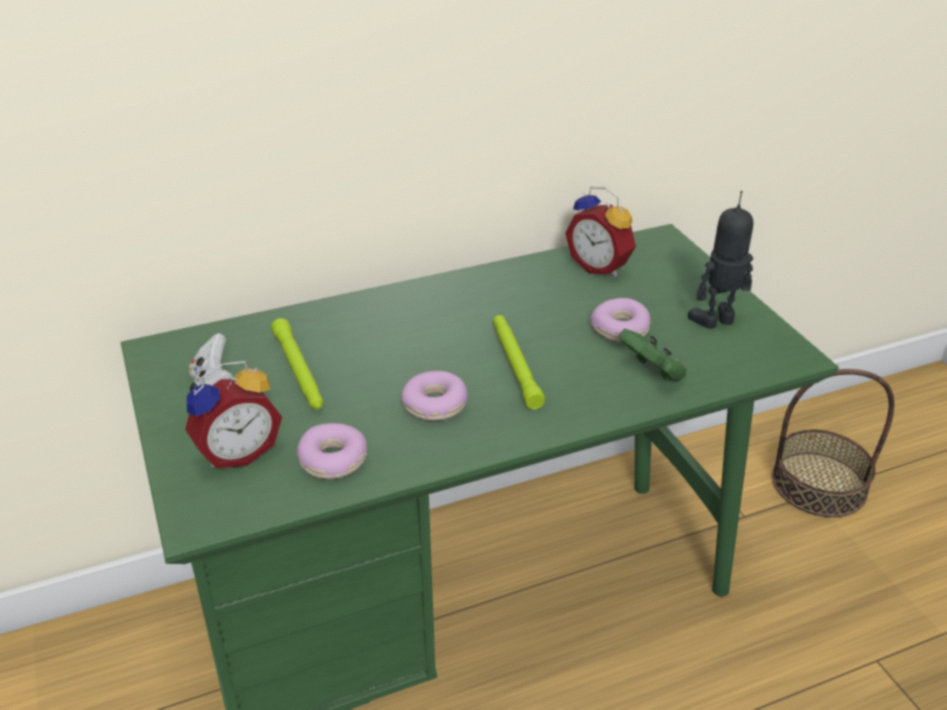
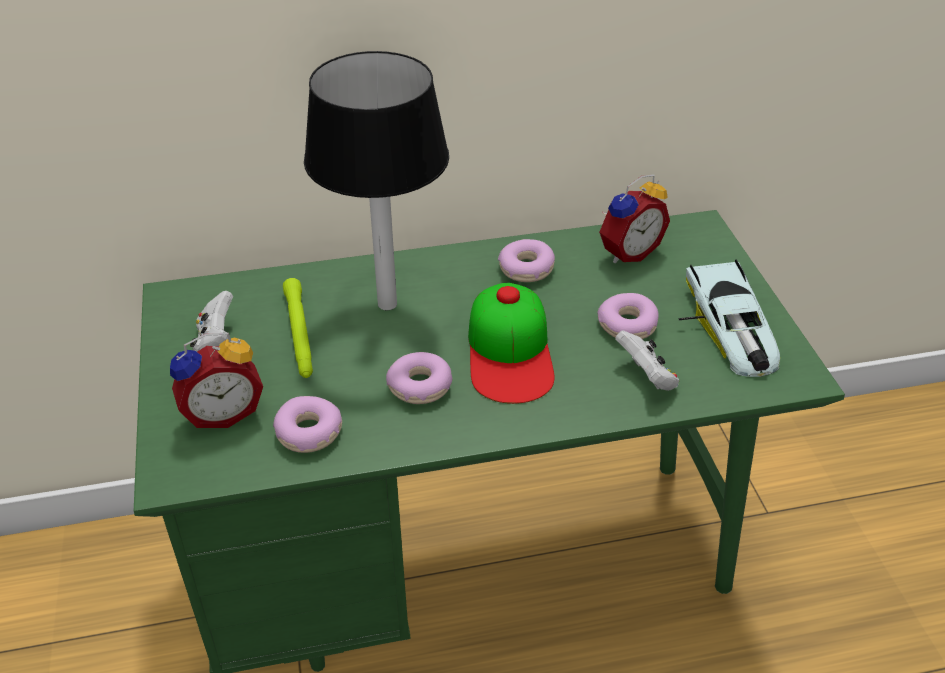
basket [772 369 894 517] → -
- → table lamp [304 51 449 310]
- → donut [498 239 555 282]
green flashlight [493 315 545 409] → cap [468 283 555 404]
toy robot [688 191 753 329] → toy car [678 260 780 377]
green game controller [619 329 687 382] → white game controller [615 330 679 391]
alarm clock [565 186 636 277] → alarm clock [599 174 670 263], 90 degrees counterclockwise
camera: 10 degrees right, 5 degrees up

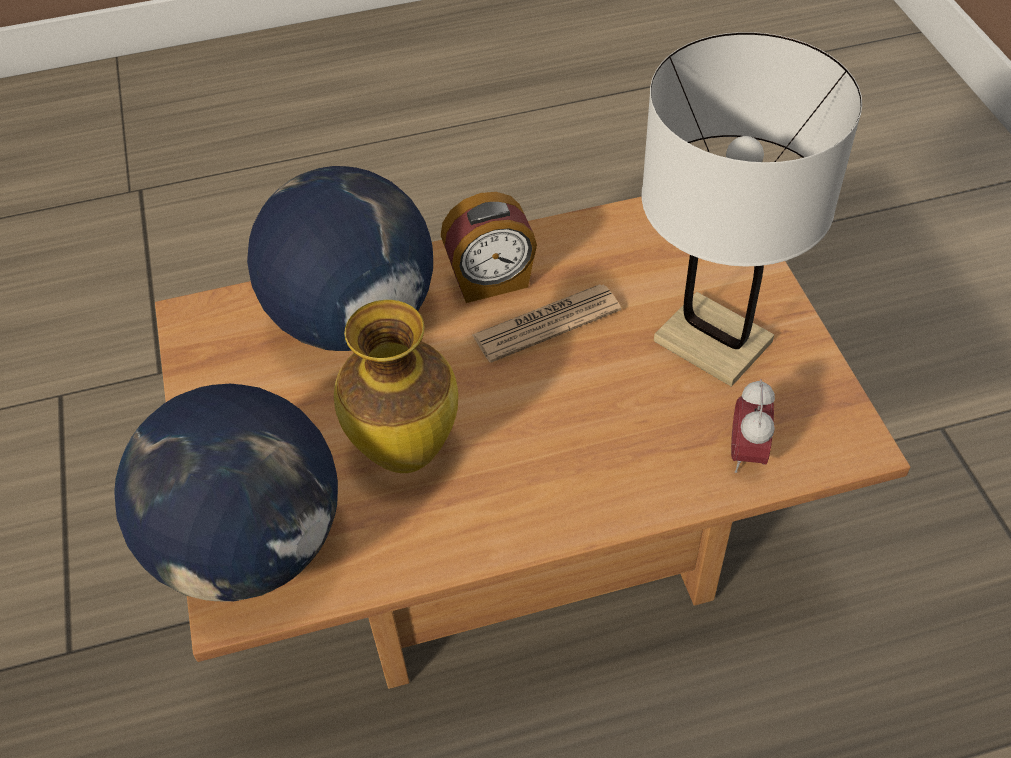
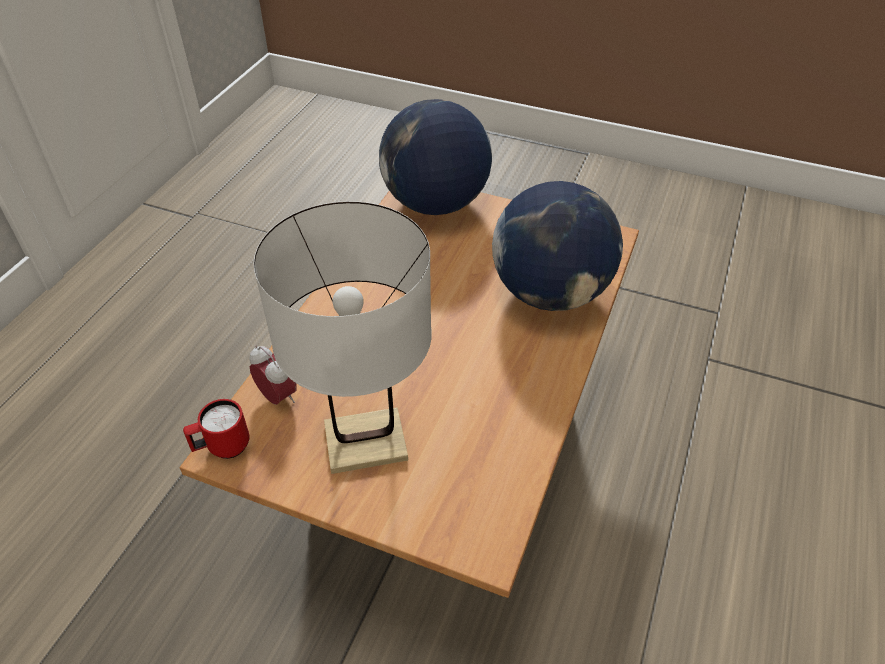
vase [334 300 458 473] → -
alarm clock [441 192 537 303] → -
newspaper [472 284 621 363] → -
- → red mug [183 399 249 459]
camera: 125 degrees right, 5 degrees down

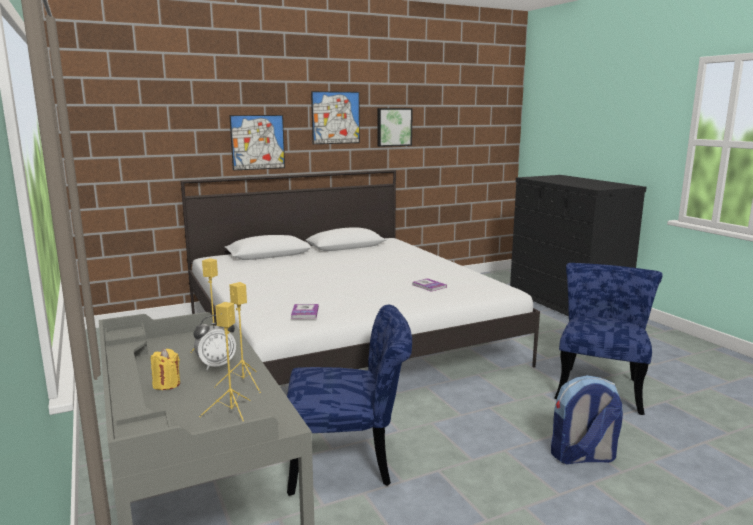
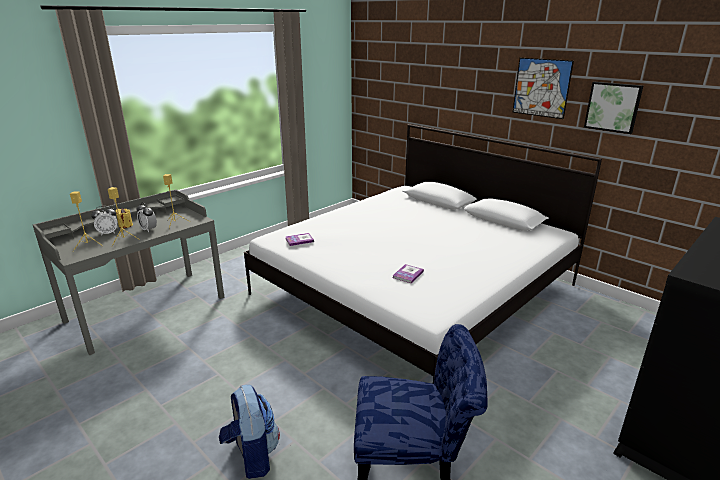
picture [229 115 285 171] → -
blue chair [287 305 412 496] → -
- → alarm clock [91 206 117 236]
camera: 70 degrees right, 10 degrees up

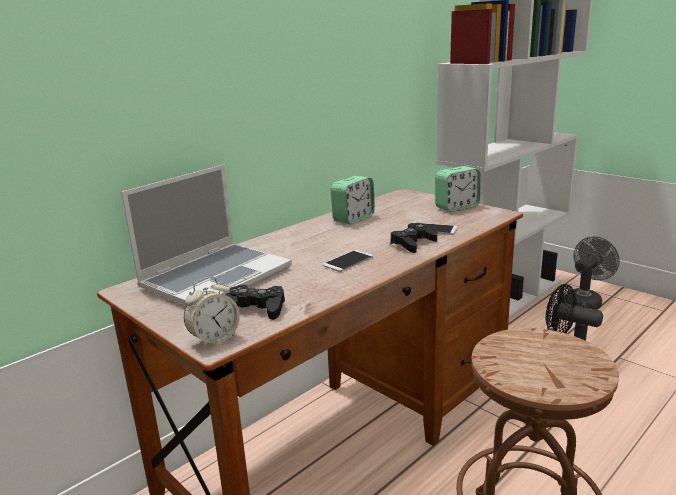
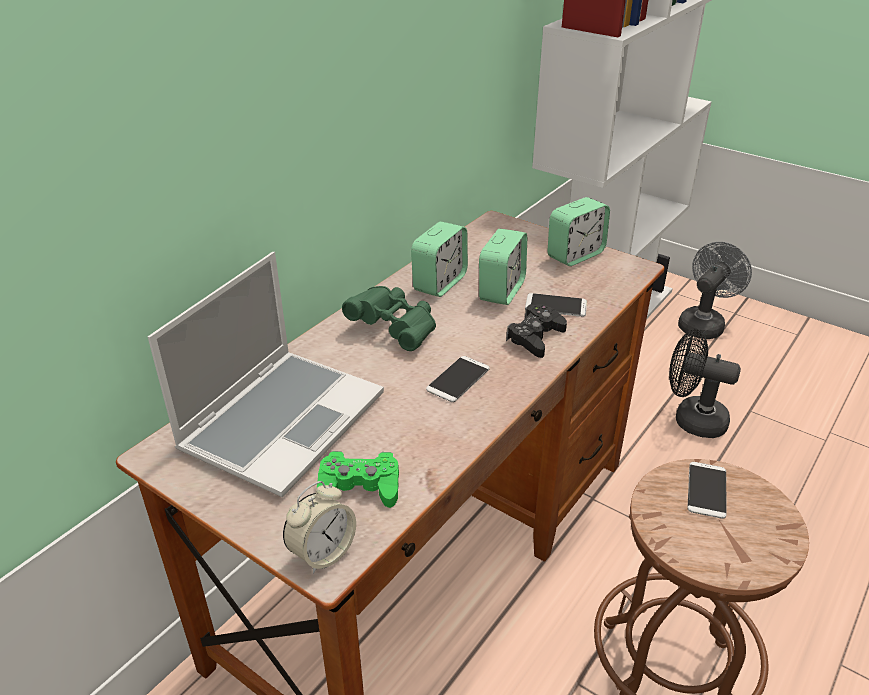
- → green binoculars [342 286 436 351]
- → alarm clock [479 229 527 305]
- → phone [687 462 726 519]
black game controller [225 284 285 320] → green game controller [317 451 399 508]
camera: 10 degrees left, 15 degrees up

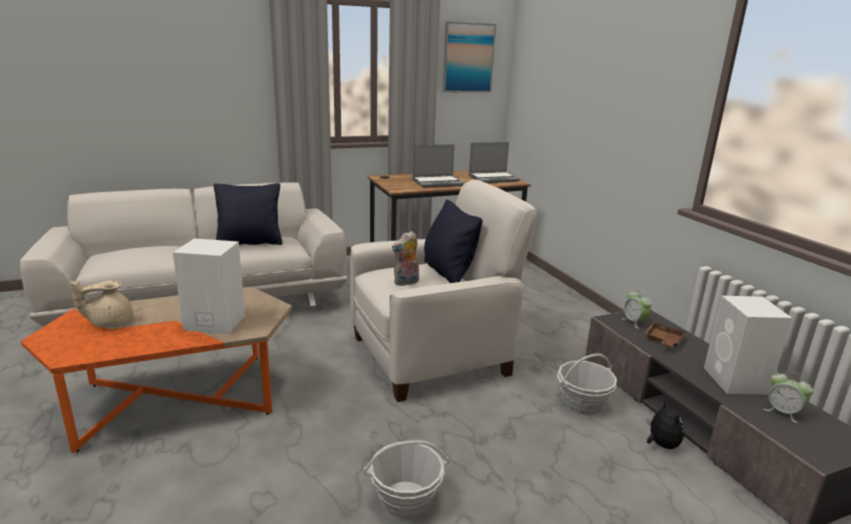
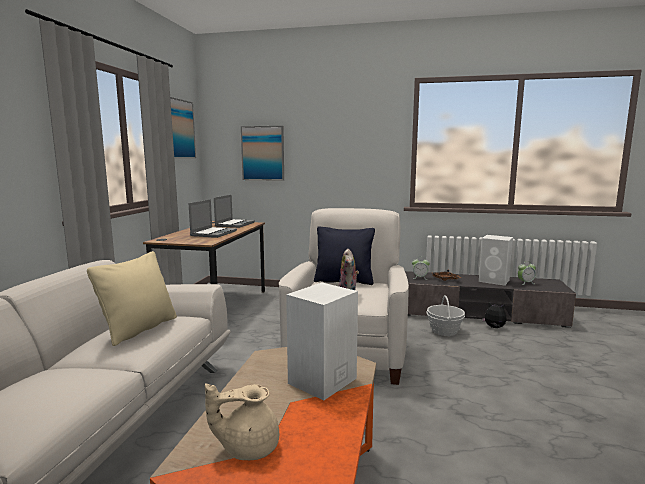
basket [364 440 449 518] → -
- → picture [241 126 284 181]
black pillow [214 183 282 245] → beige pillow [87 251 177 346]
beige teapot [70 280 133 328] → beige teapot [205 383 279 460], 75 degrees clockwise
camera: 55 degrees left, 10 degrees down

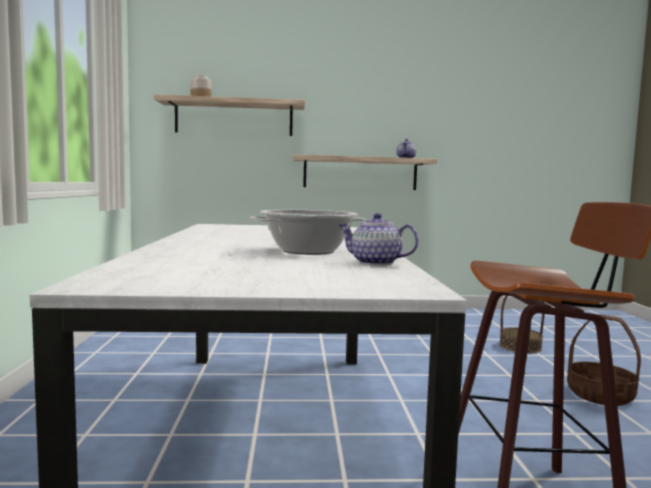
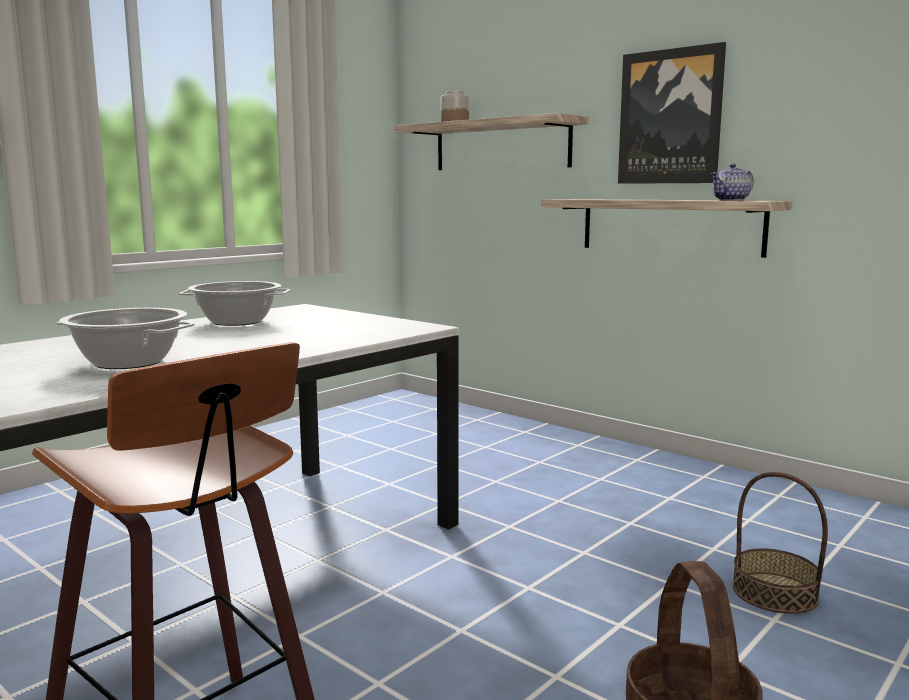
teapot [338 213 419 266] → -
- → cooking pot [179 281 290 326]
- → picture [618 42 726 184]
camera: 45 degrees right, 5 degrees up

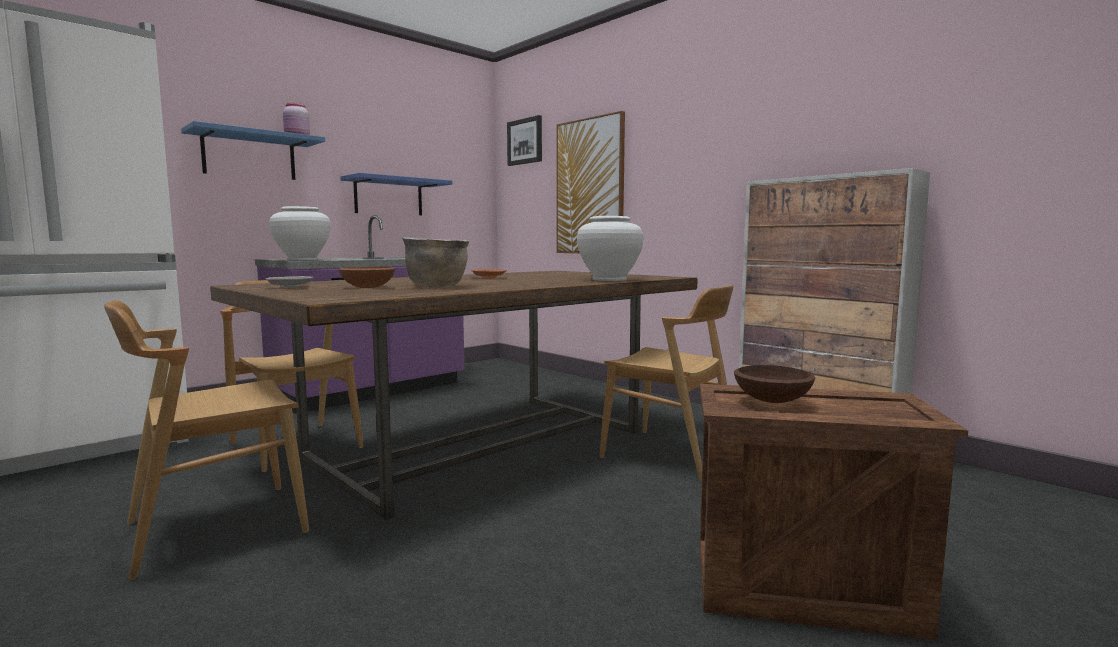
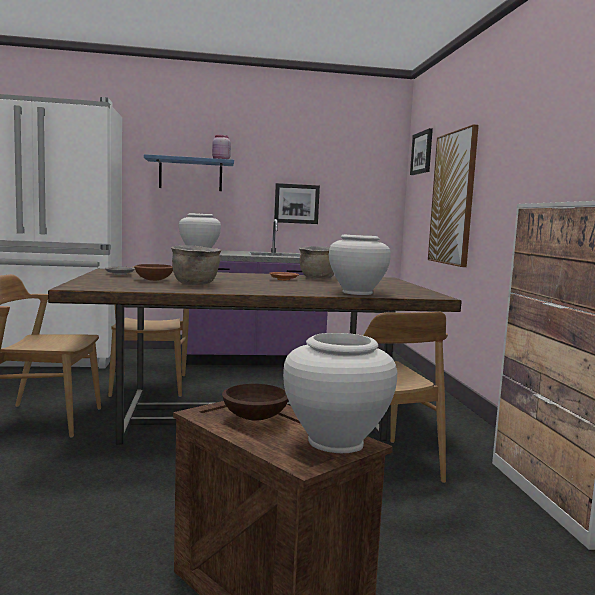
- → white vase [283 333 397 453]
- → brown cooking pot [299 246 334 279]
blue shelf [340 173 452 215] → picture [274 183 320 224]
camera: 35 degrees right, 0 degrees up

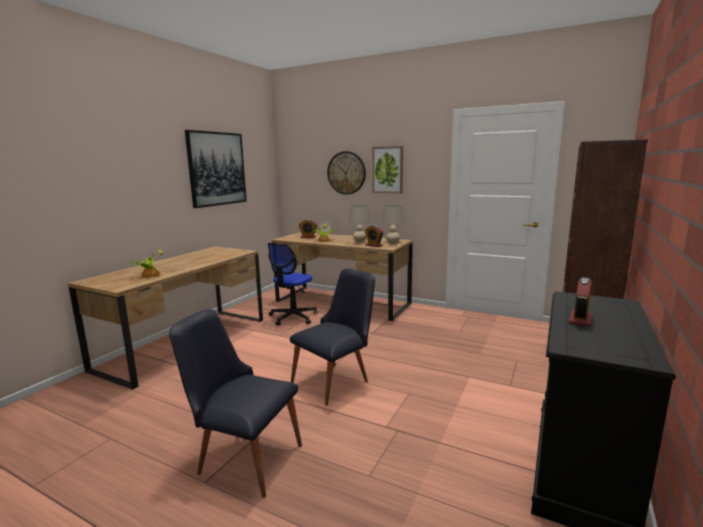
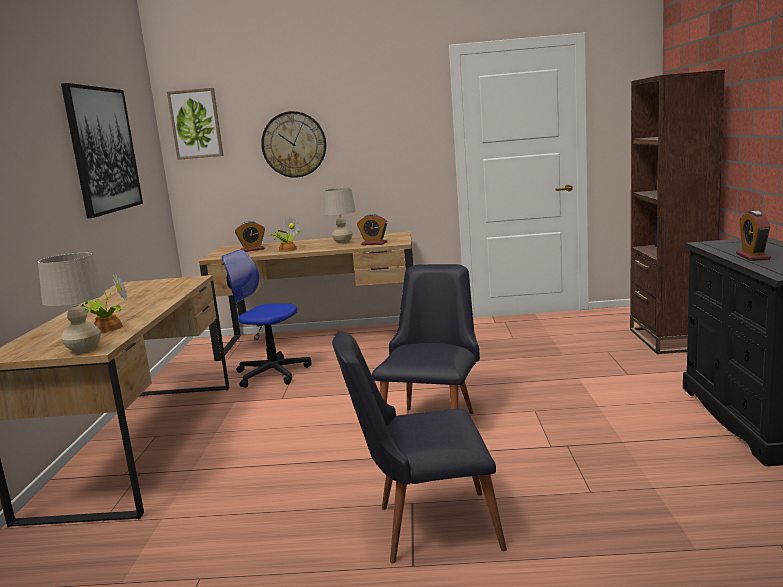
picture [372 146 403 193] → picture [167 88 223 160], move
beige table lamp [382 205 404 244] → beige table lamp [38 253 104 353], move
office chair [268 243 318 326] → office chair [222 250 311 388], 105 degrees clockwise
camera: 25 degrees left, 0 degrees up

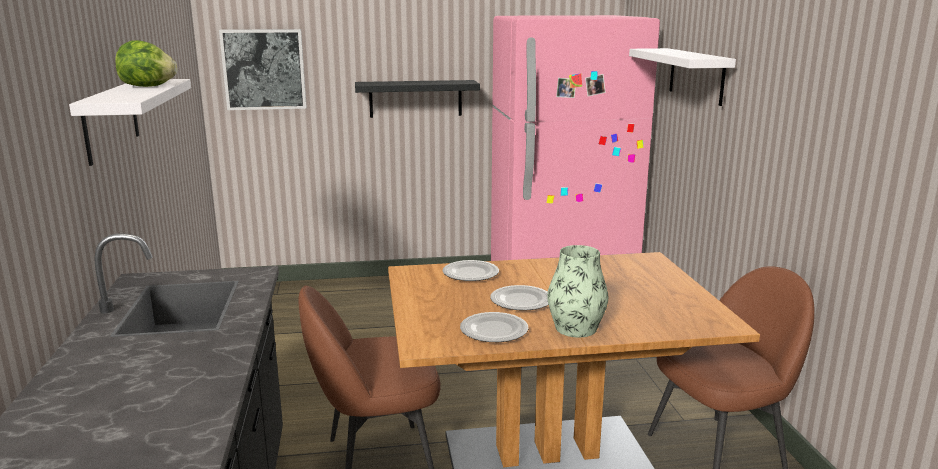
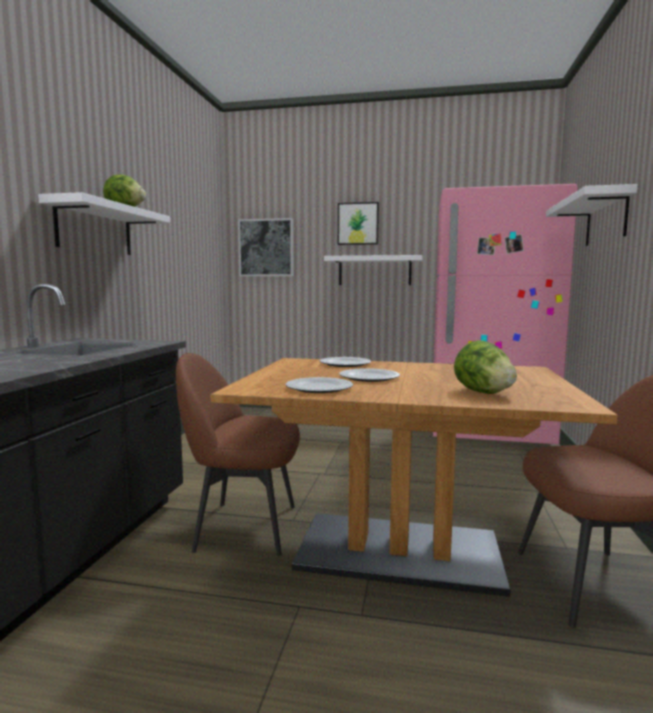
vase [547 245 609 337] → -
- → picture [338 202 379 245]
- → lettuce [454 340 517 394]
black shelf [355 80 480 118] → white shelf [324 255 423 285]
camera: 20 degrees right, 10 degrees down

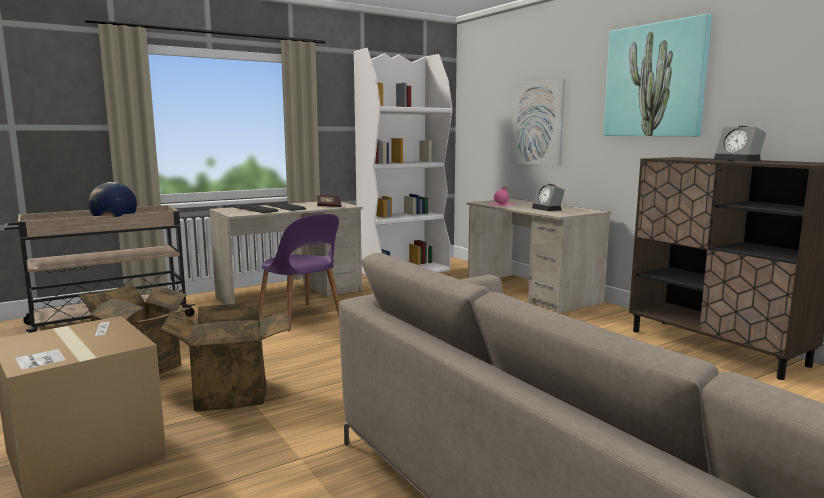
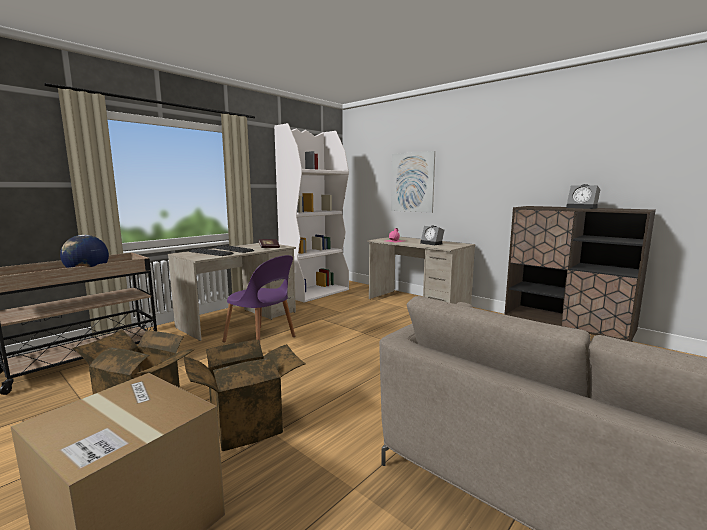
picture [603 14 712 136] → -
camera: 15 degrees left, 0 degrees up

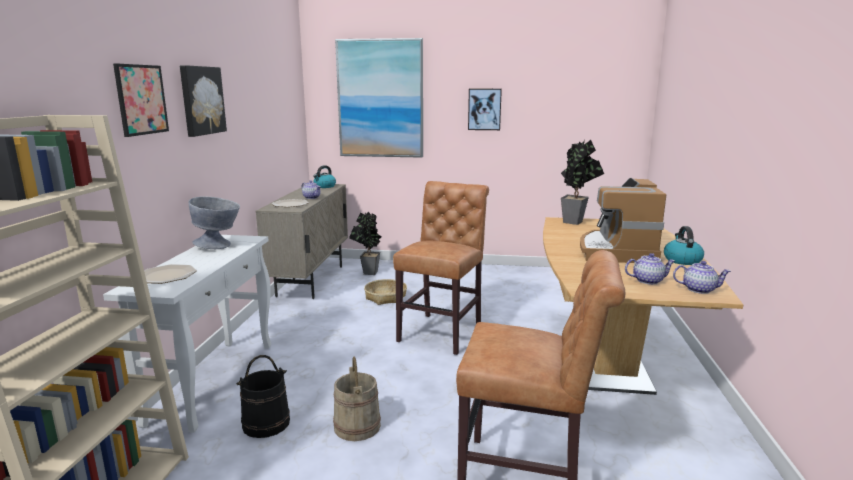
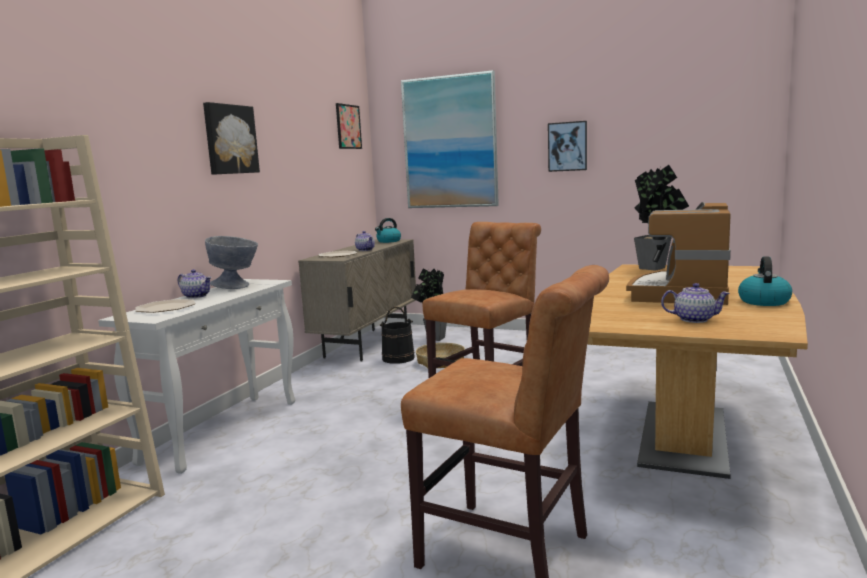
beige bucket [333 356 381 441] → -
picture [113 63 169 137] → picture [336 103 362 149], move
black bucket [236 355 290 438] → black bucket [379 307 415 364], move
teapot [673 261 731 294] → teapot [178 269 212 298], move
camera: 15 degrees right, 5 degrees down

